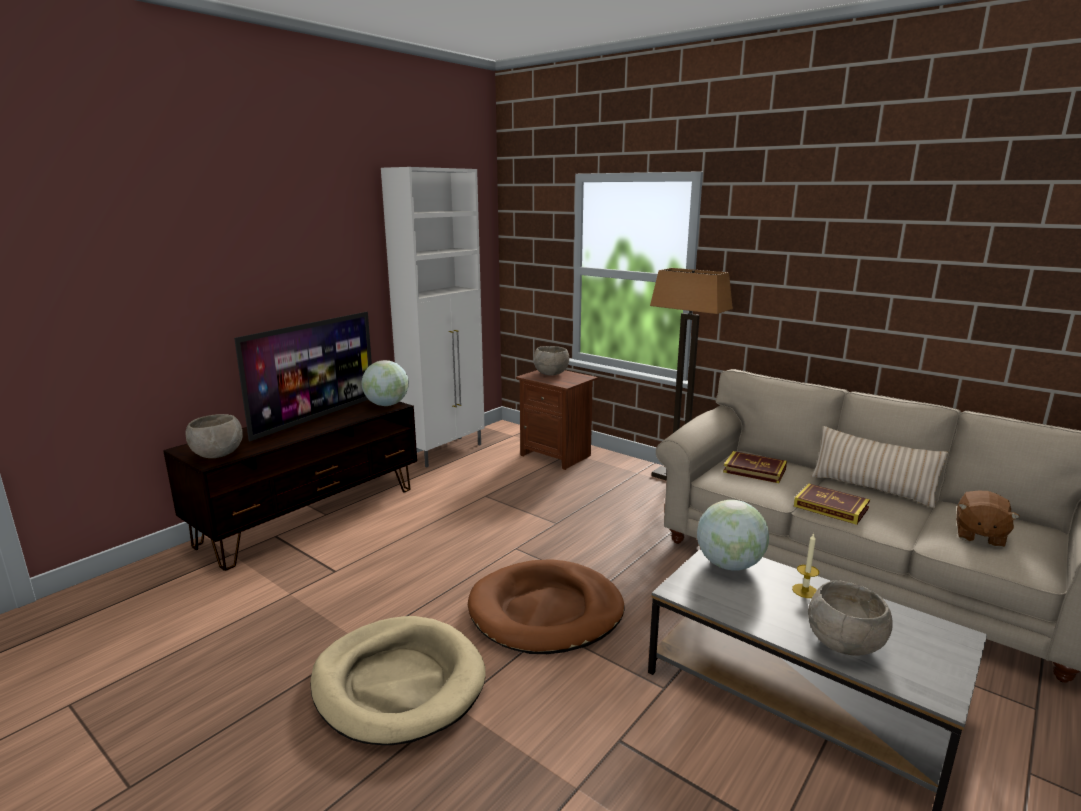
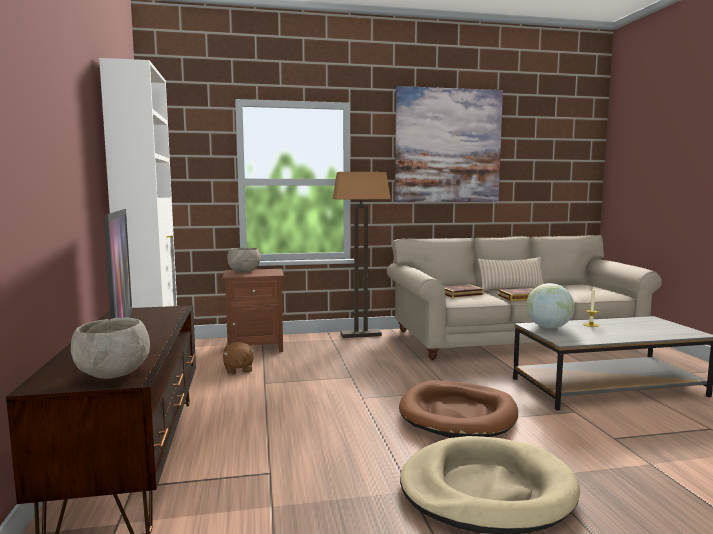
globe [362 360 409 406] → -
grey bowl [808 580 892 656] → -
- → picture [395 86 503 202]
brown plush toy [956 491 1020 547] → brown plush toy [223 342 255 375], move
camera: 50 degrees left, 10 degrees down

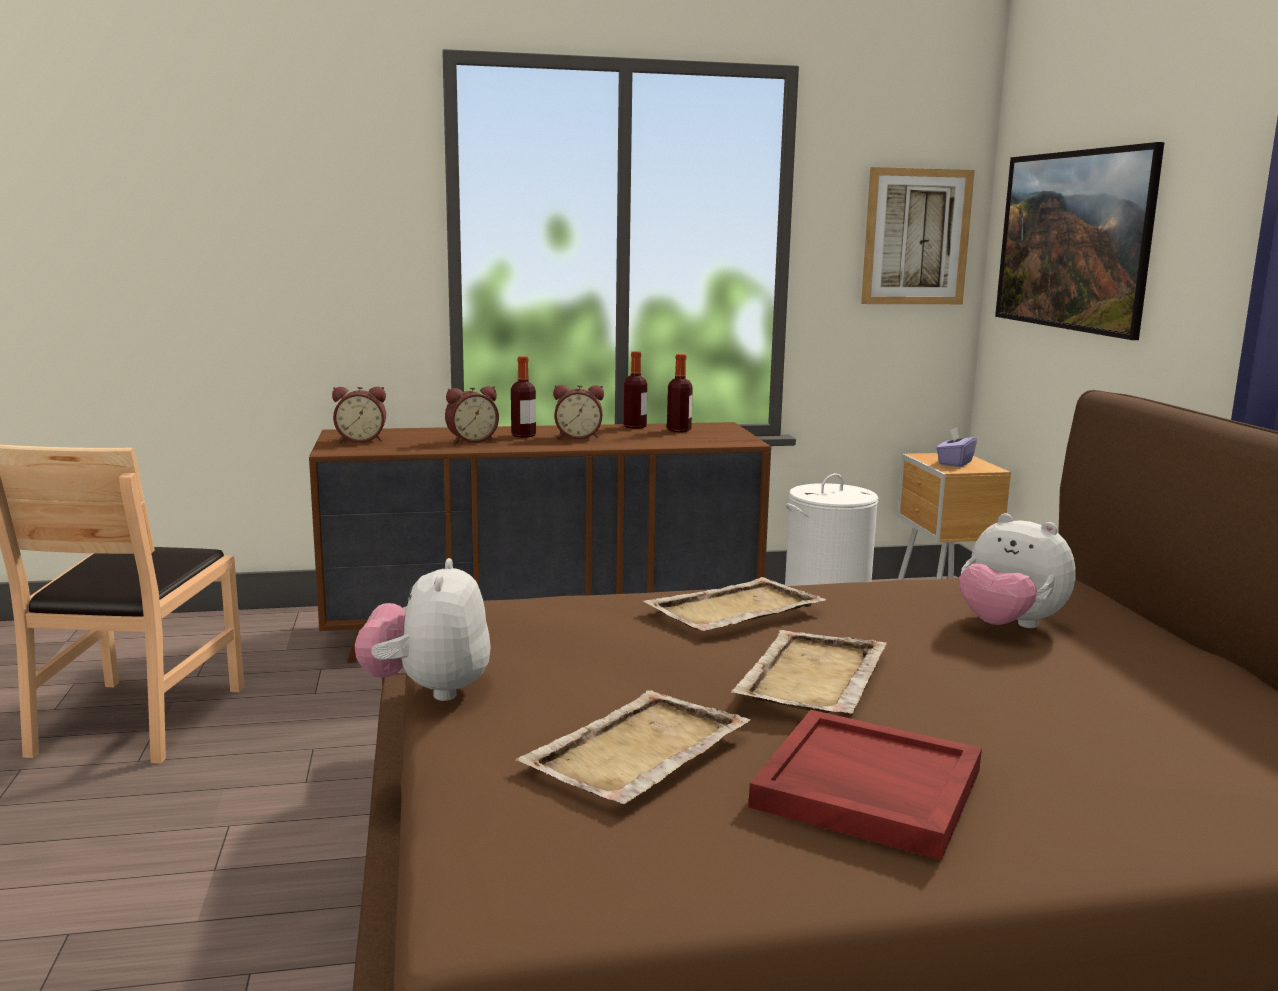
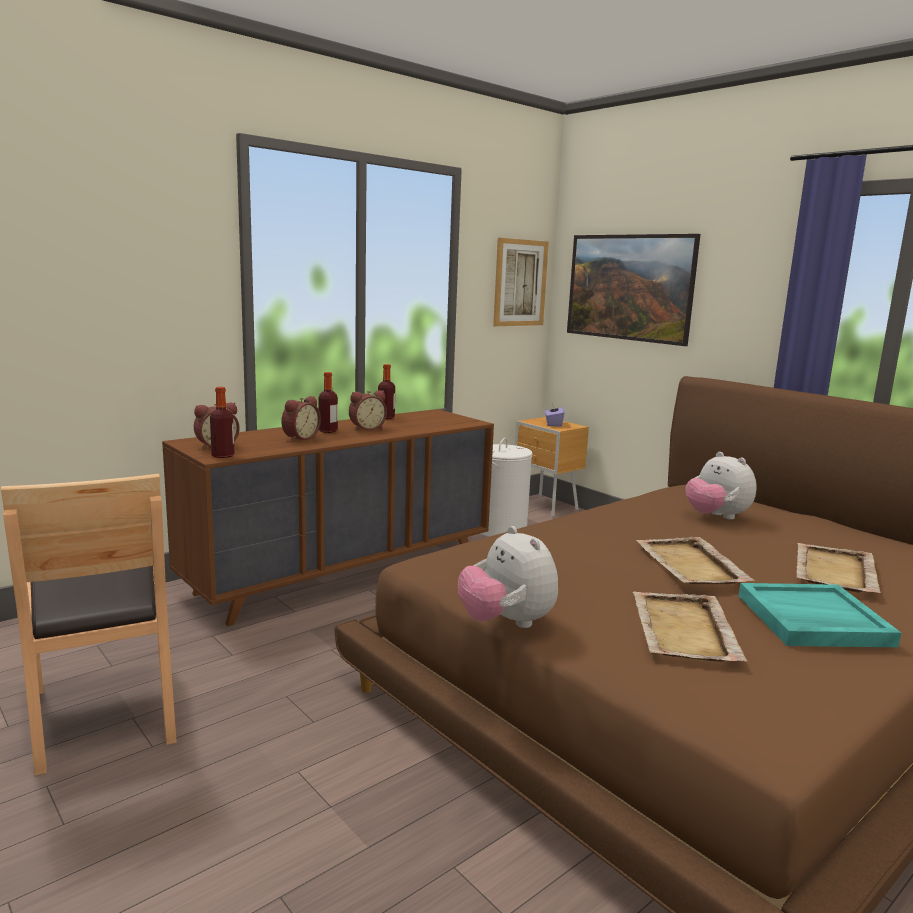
beige tray [642 577 827 631] → beige tray [796 543 881 593], move
bottle [667 354 693 432] → bottle [210 387 234 458], move
red tray [749 710 982 860] → turquoise tray [739 583 901 647]
plush toy [959 513 1076 628] → plush toy [685 452 757 520], 45 degrees clockwise
camera: 30 degrees left, 0 degrees up

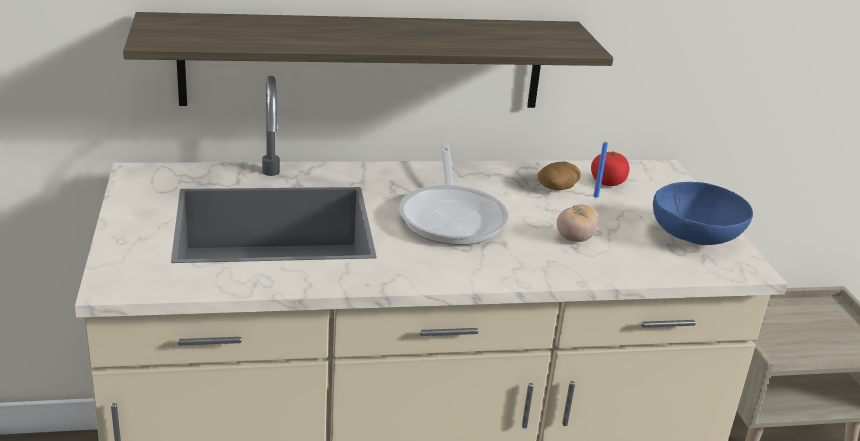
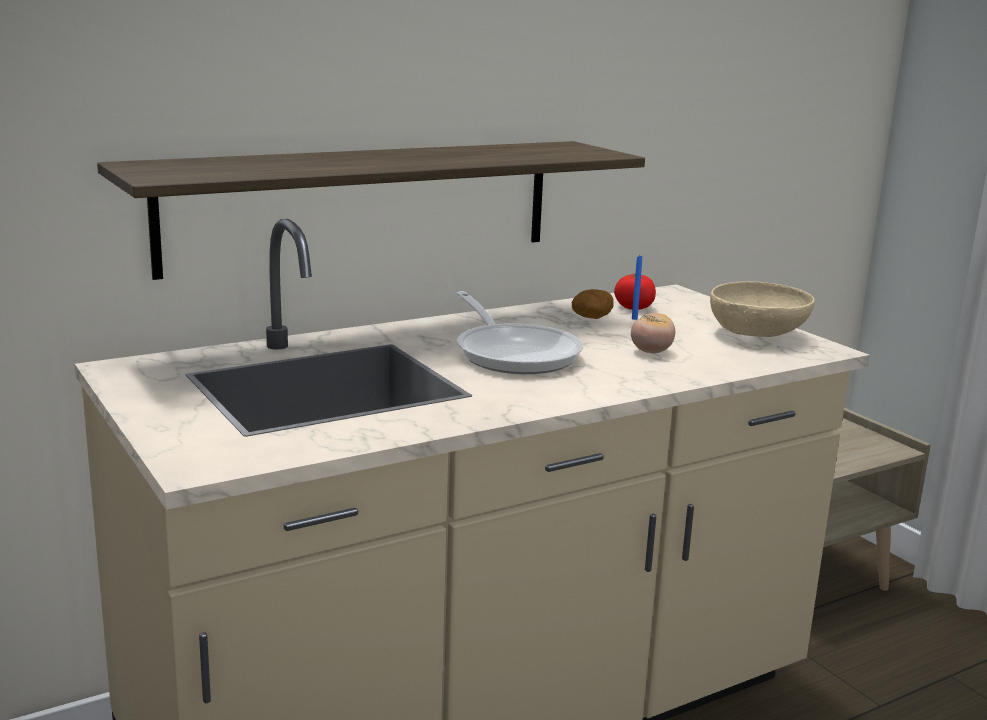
blue bowl [653 182 753 245] → beige bowl [710 281 815 337]
camera: 20 degrees left, 10 degrees down

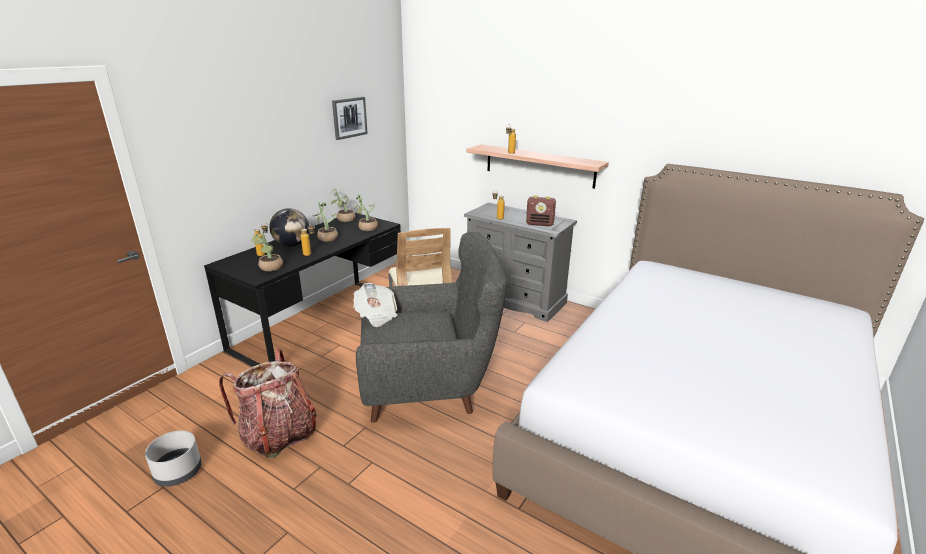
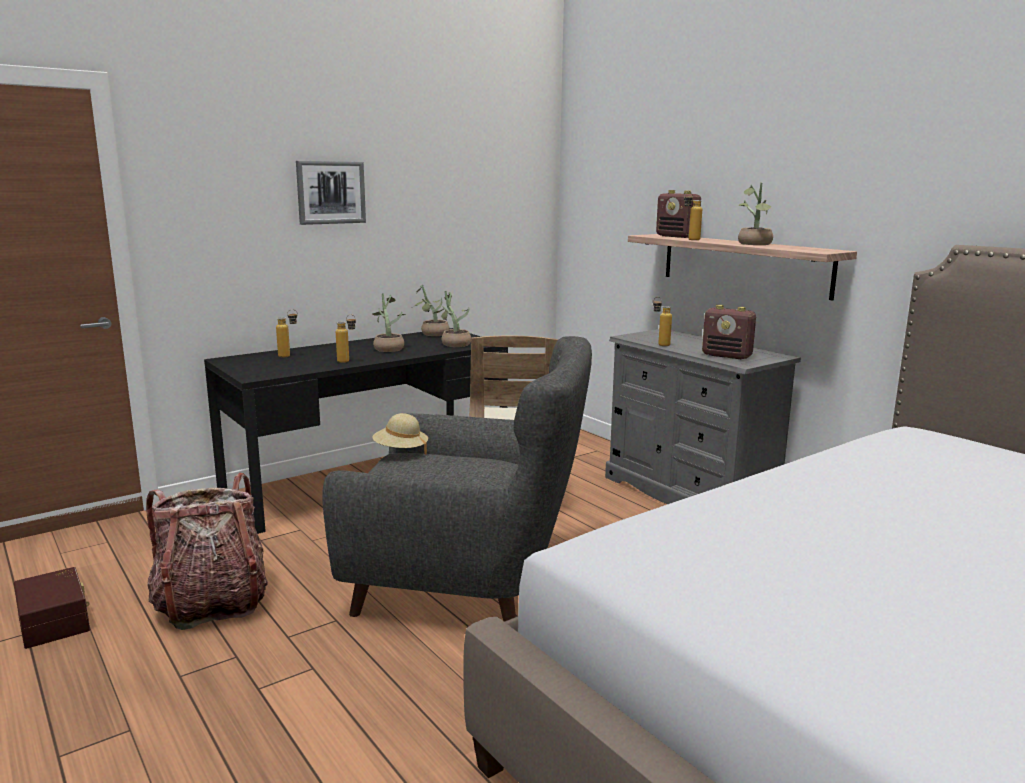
globe [269 208 309 246] → -
- → radio [656 190 701 238]
potted plant [251 232 283 271] → potted plant [738 182 773 245], move
picture [332 97 368 140] → picture [296 161 366 225], move
grey planter [145 431 202 487] → brown storage box [14 567 90 649]
newspaper [353 283 398 327] → beige hat [373 413 428 455]
camera: 20 degrees right, 10 degrees down

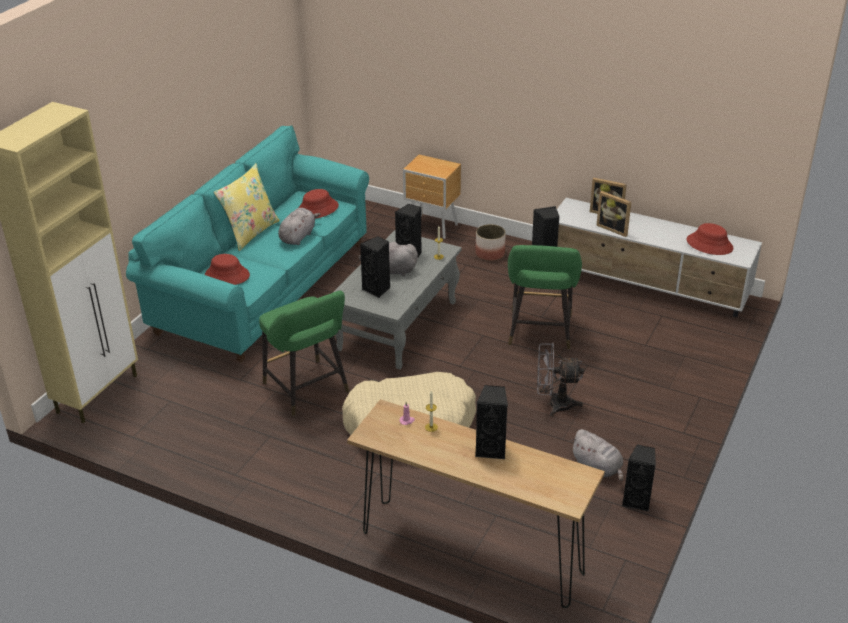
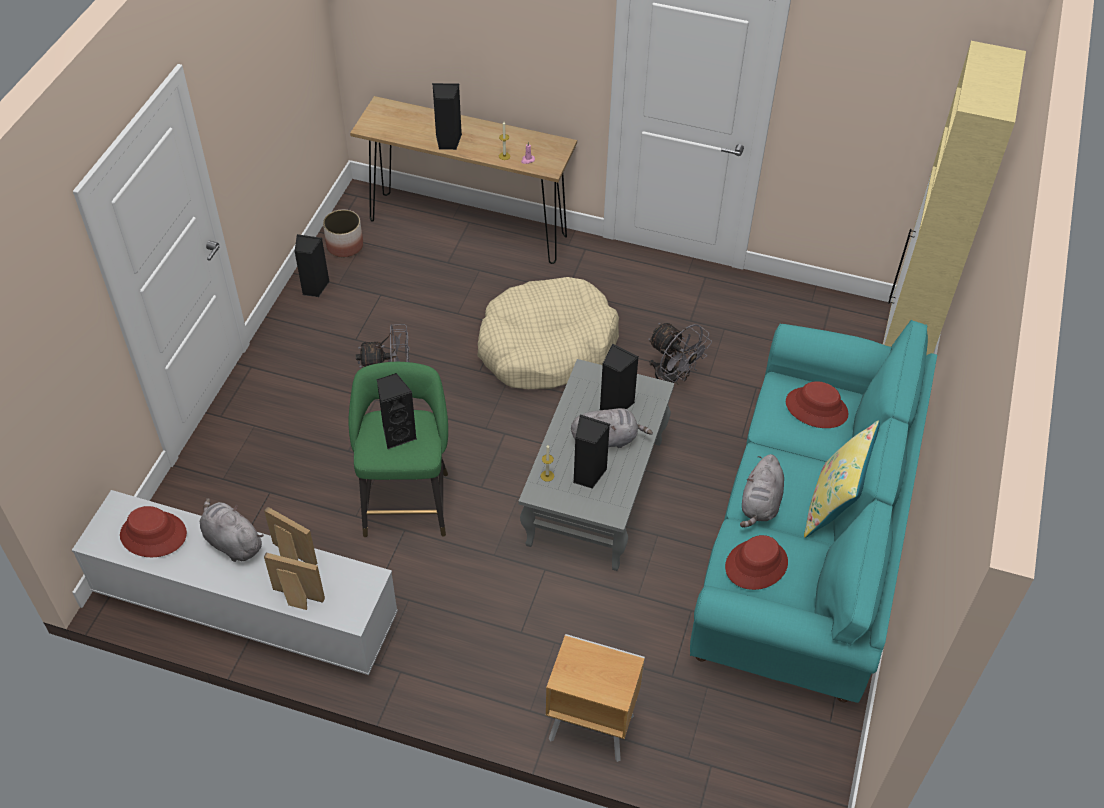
planter [475 224 506 261] → planter [323 209 363 257], move
grey plush toy [570 429 623 481] → grey plush toy [200 498 264 562], move
green stool [259 291 349 416] → grey fan [648 323 712 385]
camera: 170 degrees right, 15 degrees up

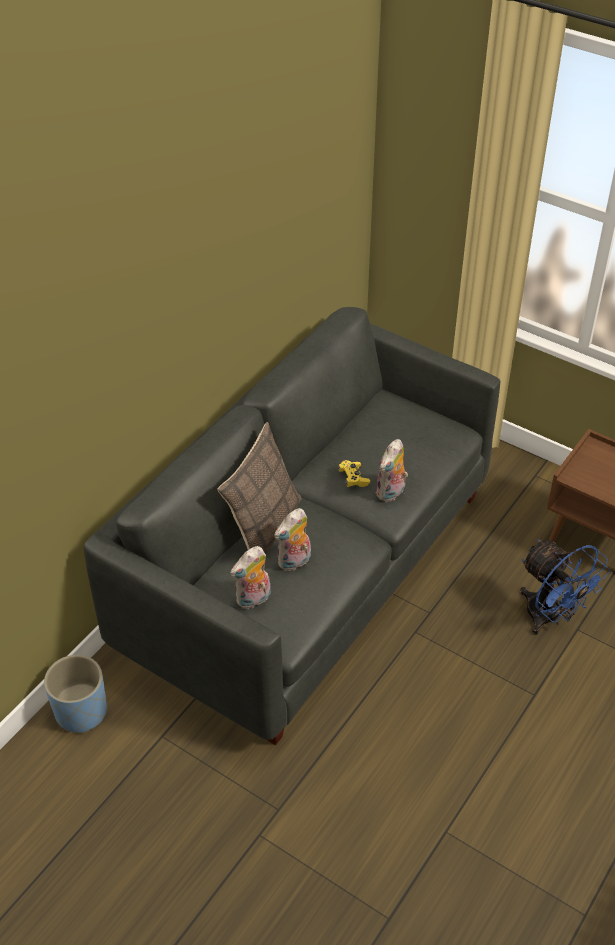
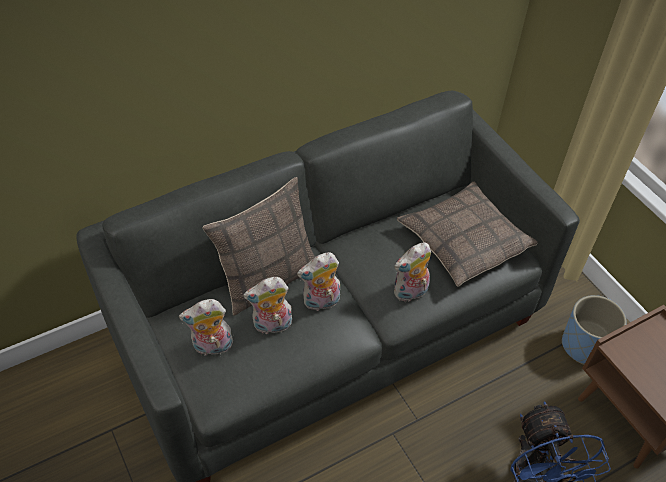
yellow game controller [338 460 370 487] → -
- → plush toy [297 252 340 311]
- → pillow [397 182 538 287]
blue planter [44 655 107 733] → blue planter [562 295 627 365], move
camera: 25 degrees right, 5 degrees up

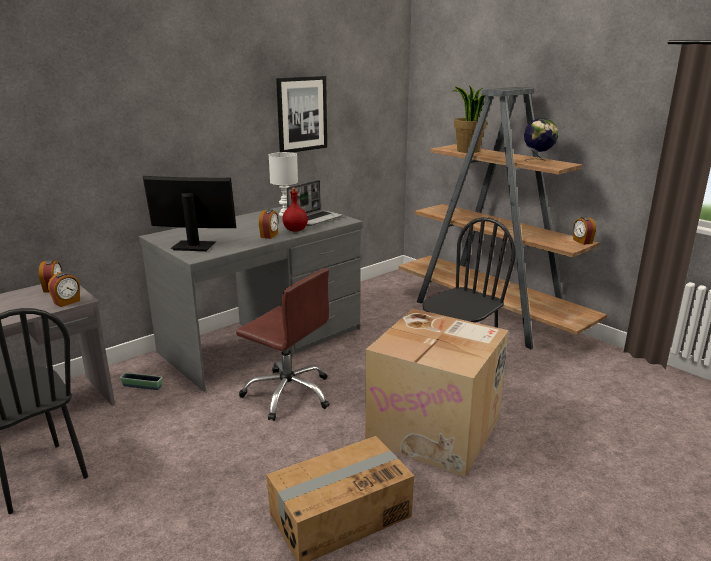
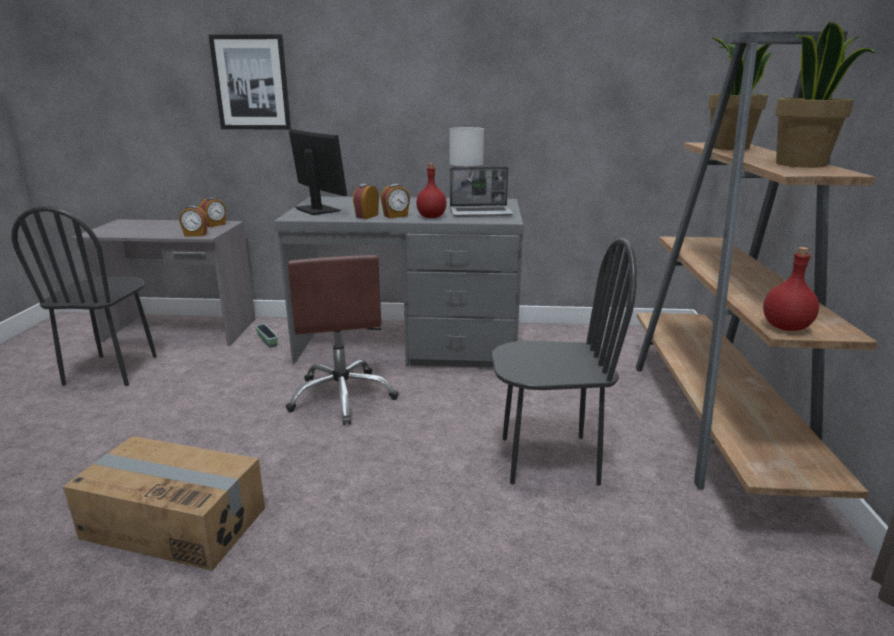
cardboard box [365 309 509 477] → -
- → red bottle [763 247 819 331]
picture [276 76 327 153] → picture [208 34 291 130], move
alarm clock [573 217 596 245] → alarm clock [353 184 379 219], move
globe [524 118 558 162] → potted plant [775 22 875 168]
camera: 45 degrees right, 0 degrees up

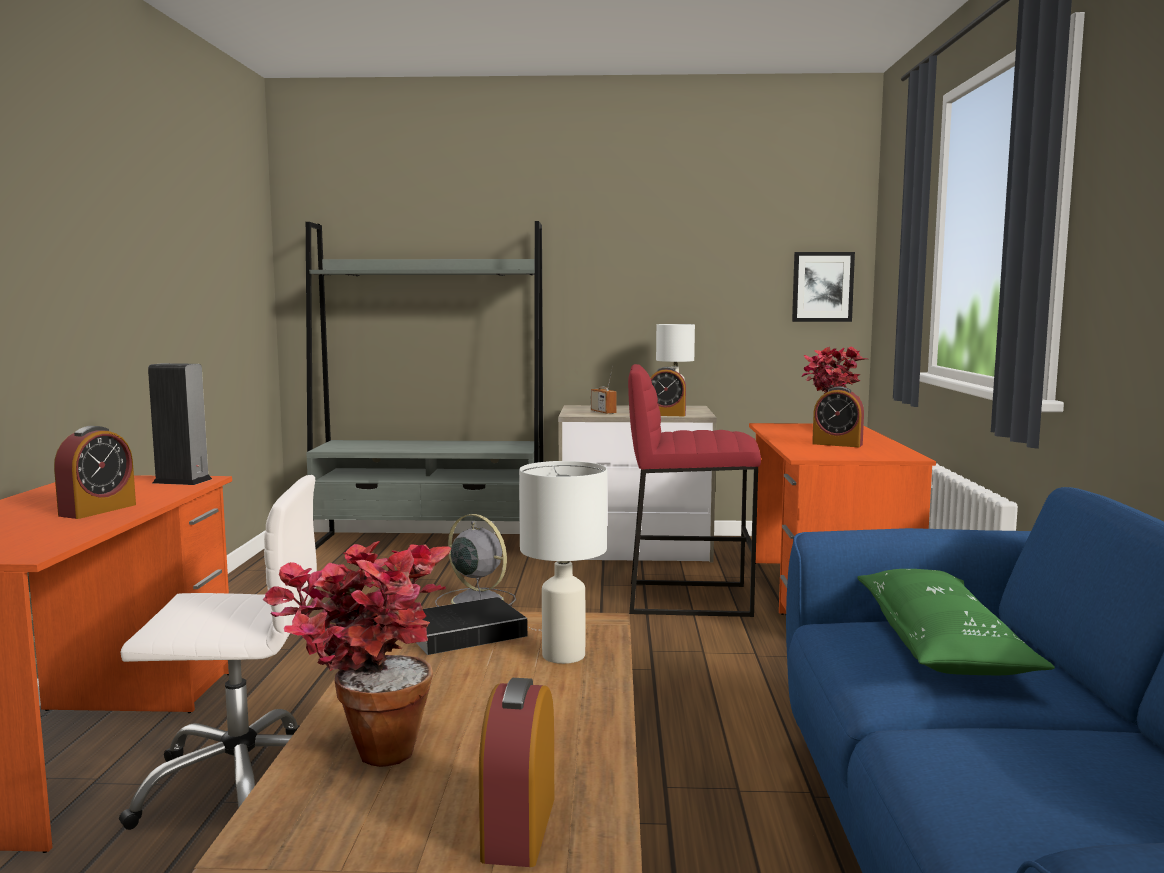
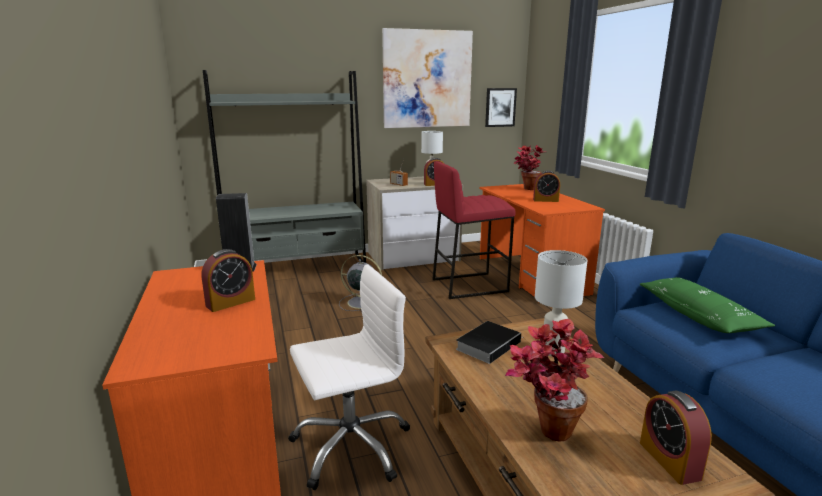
- → picture [382 28 473 128]
alarm clock [54 426 136 519] → alarm clock [201 249 255 312], 45 degrees clockwise
camera: 20 degrees left, 10 degrees up

